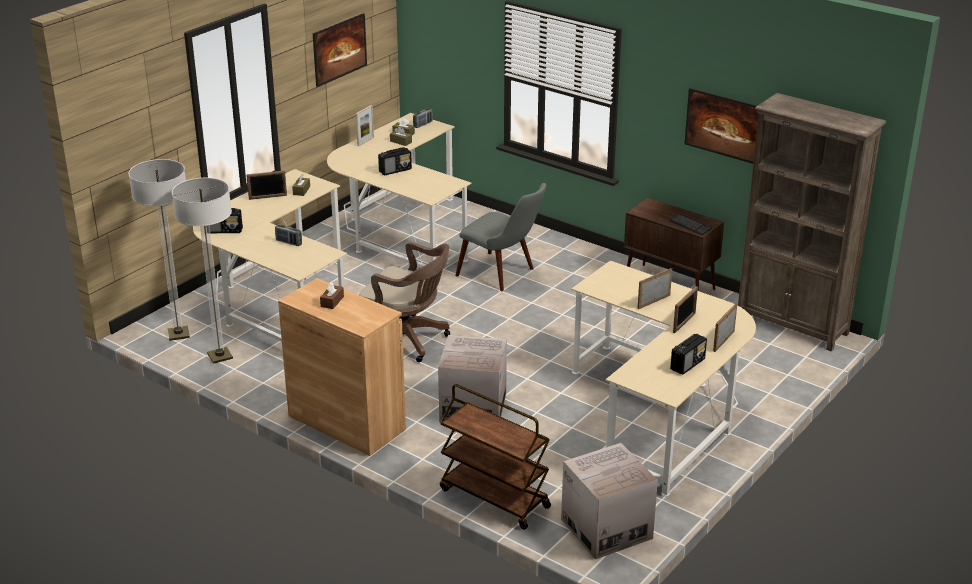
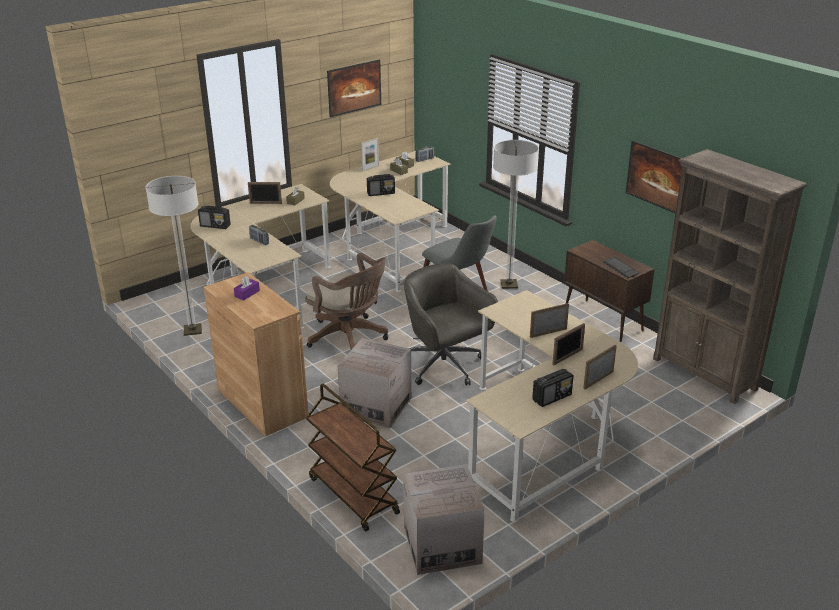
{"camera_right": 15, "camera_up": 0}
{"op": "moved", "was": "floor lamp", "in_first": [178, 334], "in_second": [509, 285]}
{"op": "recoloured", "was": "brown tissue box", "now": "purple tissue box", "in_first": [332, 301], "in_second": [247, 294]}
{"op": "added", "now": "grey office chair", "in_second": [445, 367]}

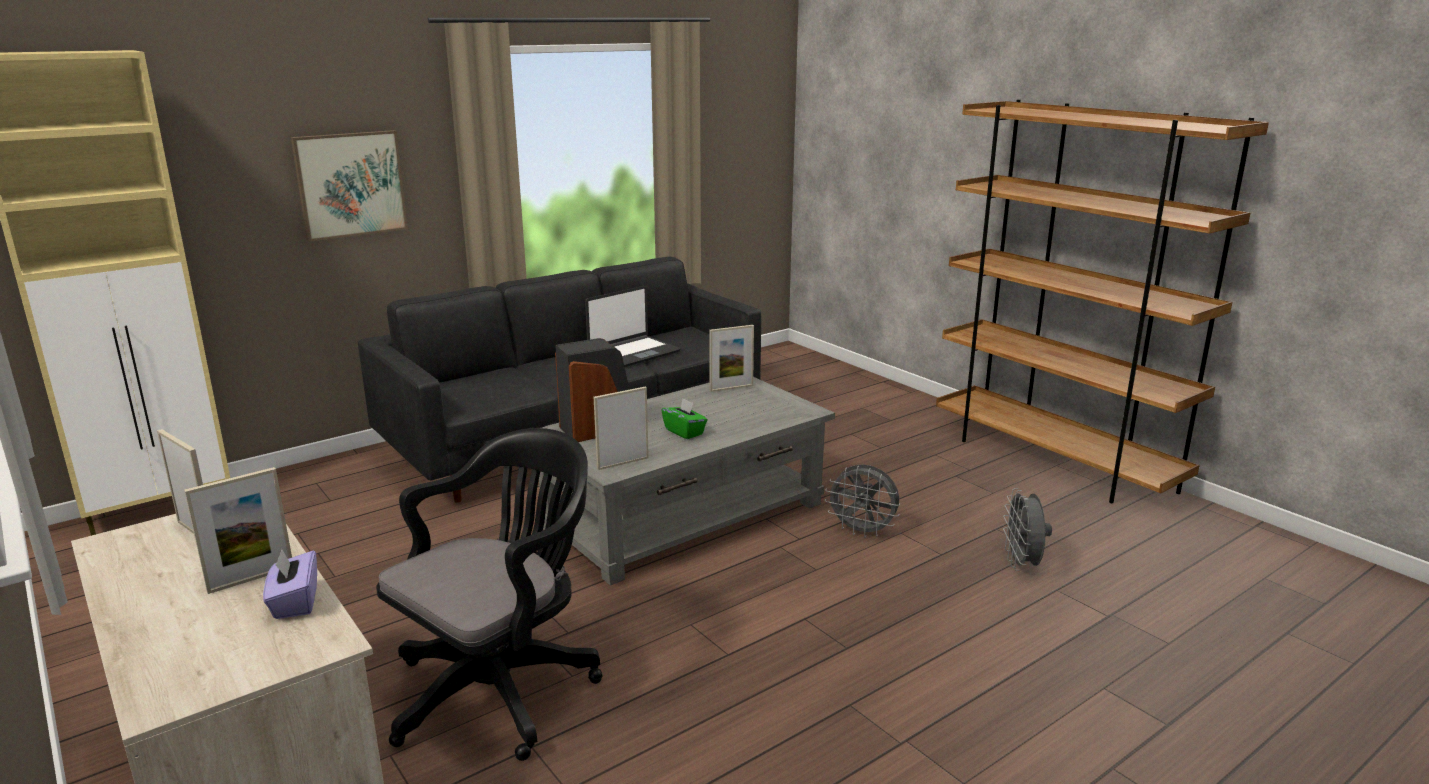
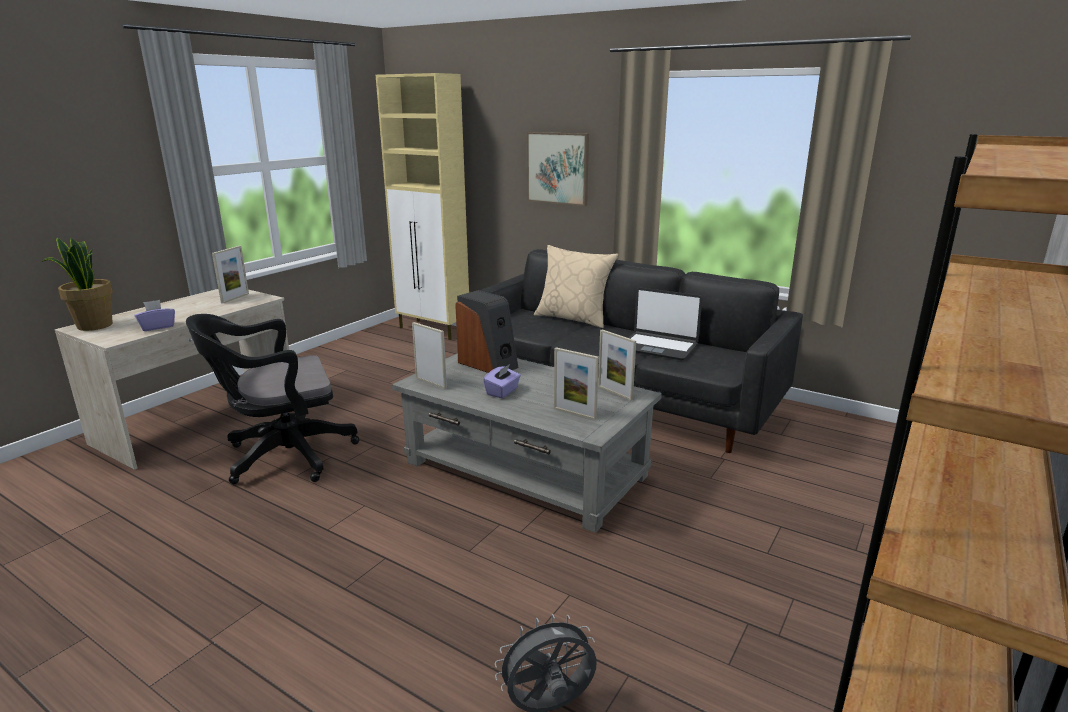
{"camera_right": 70, "camera_up": 0}
{"op": "moved", "was": "picture frame", "in_first": [251, 579], "in_second": [574, 413]}
{"op": "turned", "was": "black office chair", "in_first": [502, 687], "in_second": [283, 456], "clockwise": 135}
{"op": "recoloured", "was": "green tissue box", "now": "purple tissue box", "in_first": [684, 432], "in_second": [502, 392]}
{"op": "removed", "was": "grey fan", "in_first": [862, 531]}
{"op": "added", "now": "potted plant", "in_second": [94, 325]}
{"op": "added", "now": "beige pillow", "in_second": [573, 318]}

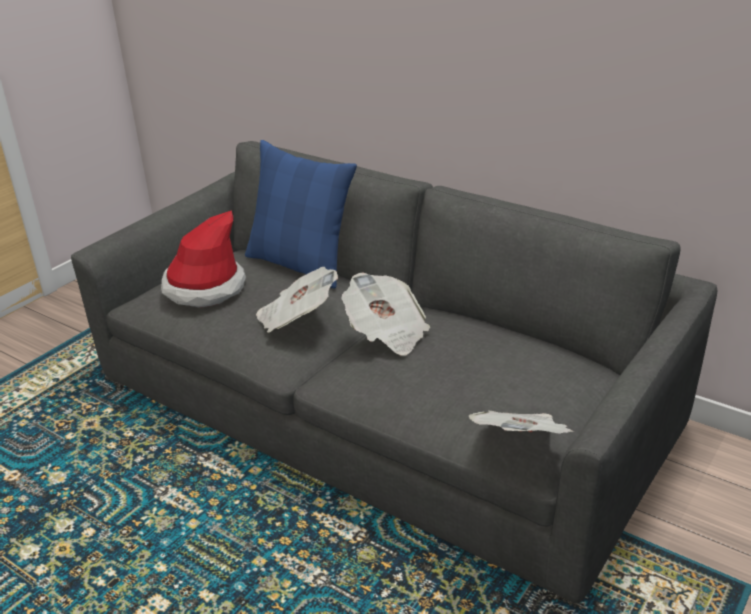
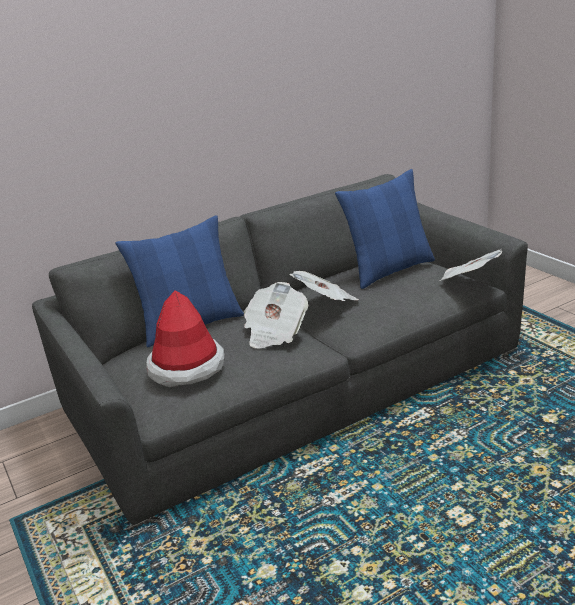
{"camera_right": -65, "camera_up": -5}
{"op": "added", "now": "blue pillow", "in_second": [389, 270]}

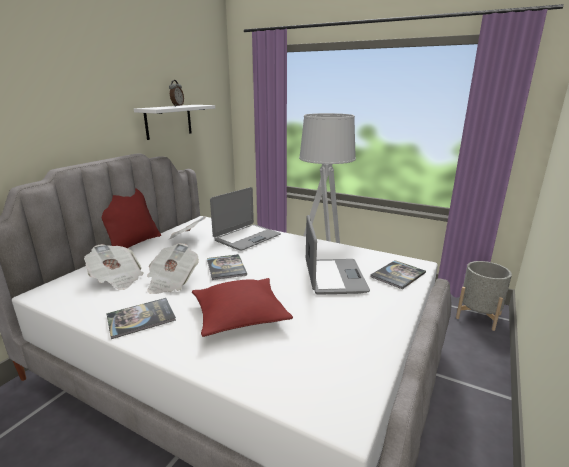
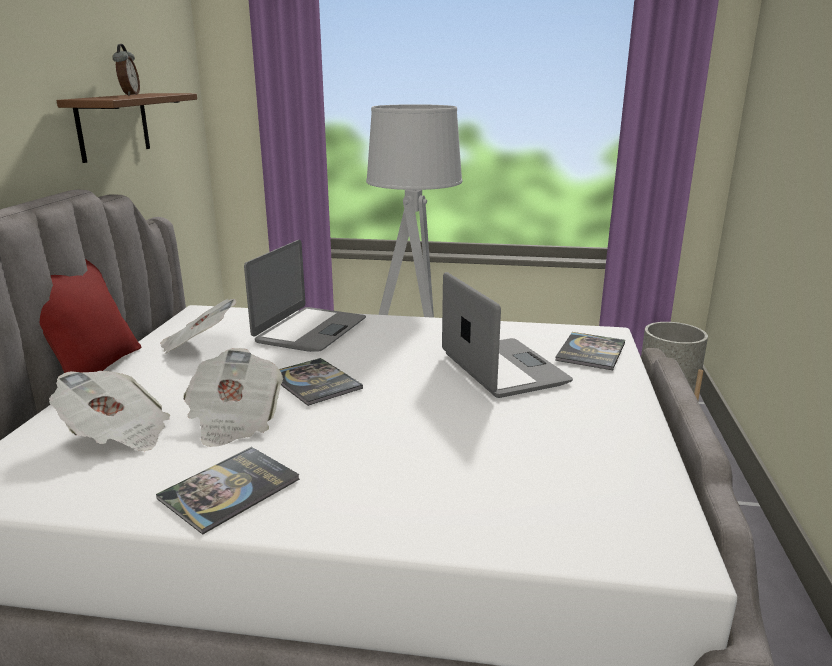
{"camera_right": -20, "camera_up": 0}
{"op": "recoloured", "was": "white shelf", "now": "brown shelf", "in_first": [168, 121], "in_second": [113, 126]}
{"op": "removed", "was": "red pillow", "in_first": [240, 315]}

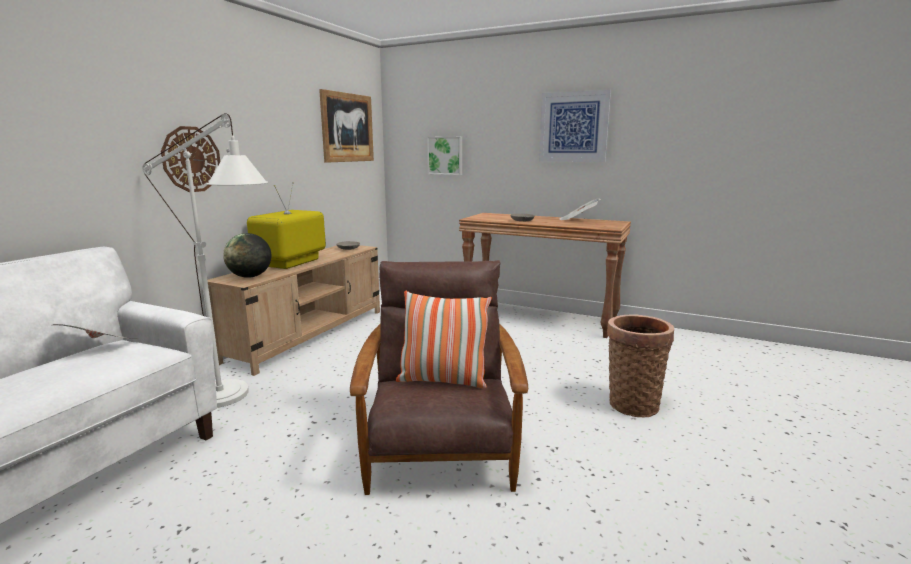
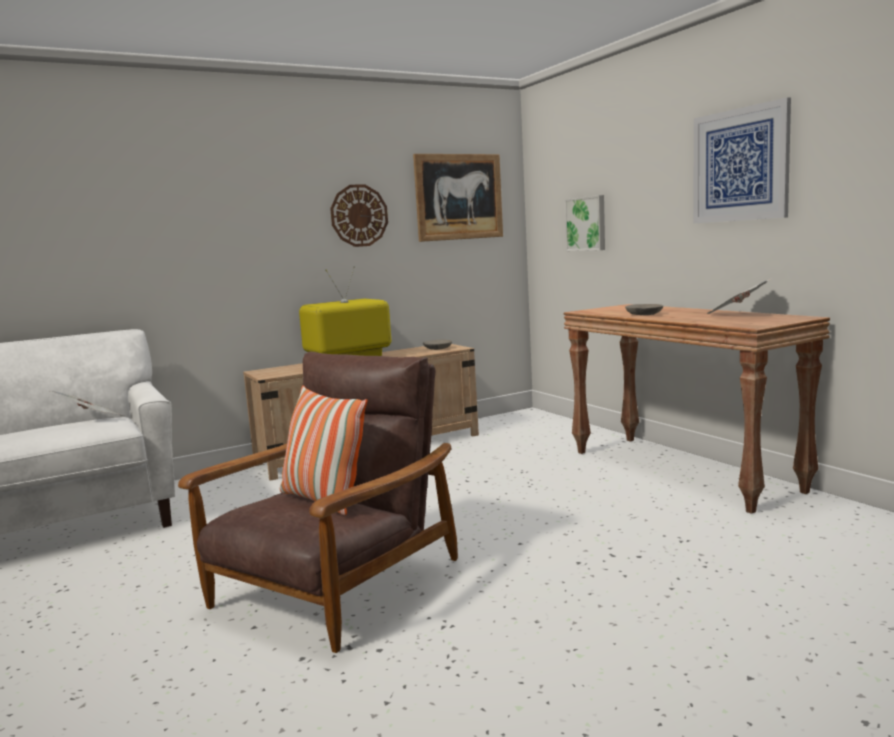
{"camera_right": 35, "camera_up": -5}
{"op": "removed", "was": "white floor lamp", "in_first": [231, 398]}
{"op": "moved", "was": "wall clock", "in_first": [191, 159], "in_second": [359, 215]}
{"op": "removed", "was": "globe", "in_first": [250, 276]}
{"op": "removed", "was": "basket", "in_first": [632, 403]}

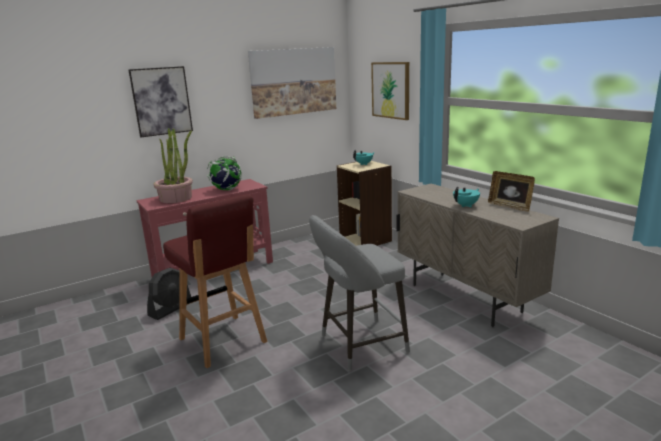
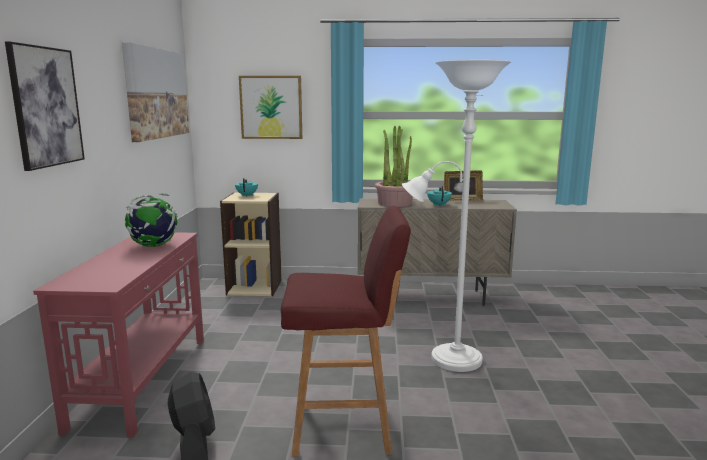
{"camera_right": -55, "camera_up": -5}
{"op": "moved", "was": "potted plant", "in_first": [176, 198], "in_second": [395, 203]}
{"op": "replaced", "was": "grey stool", "now": "white floor lamp", "in_first": [359, 345], "in_second": [449, 358]}

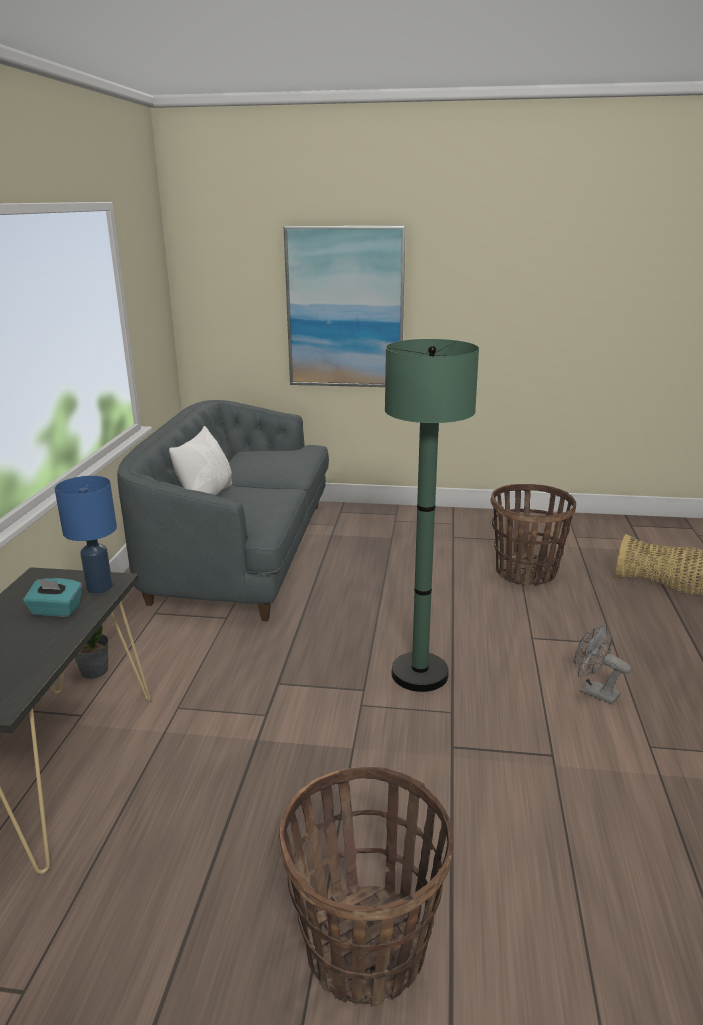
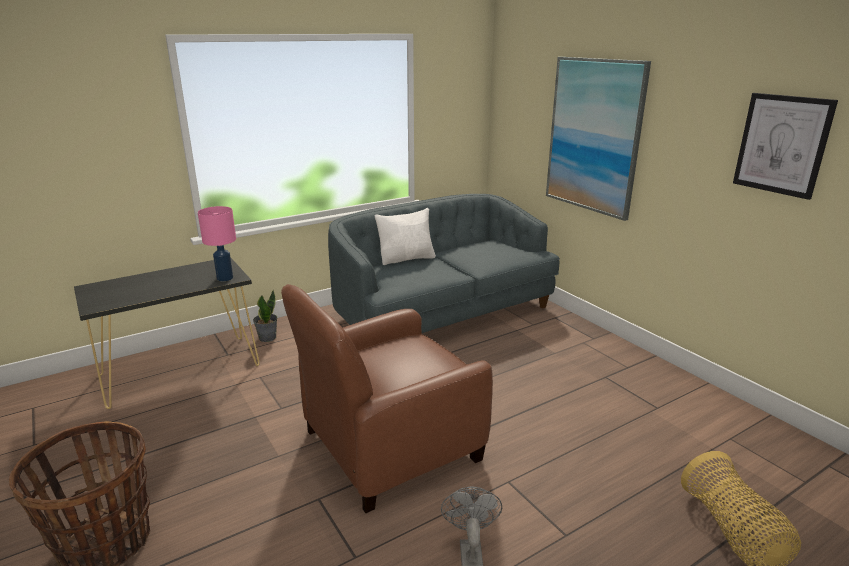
{"camera_right": 50, "camera_up": 0}
{"op": "removed", "was": "turquoise tissue box", "in_first": [56, 610]}
{"op": "recoloured", "was": "blue table lamp", "now": "pink table lamp", "in_first": [100, 588], "in_second": [224, 278]}
{"op": "replaced", "was": "green floor lamp", "now": "brown armchair", "in_first": [419, 674], "in_second": [389, 446]}
{"op": "removed", "was": "basket", "in_first": [526, 572]}
{"op": "added", "now": "picture", "in_second": [782, 144]}

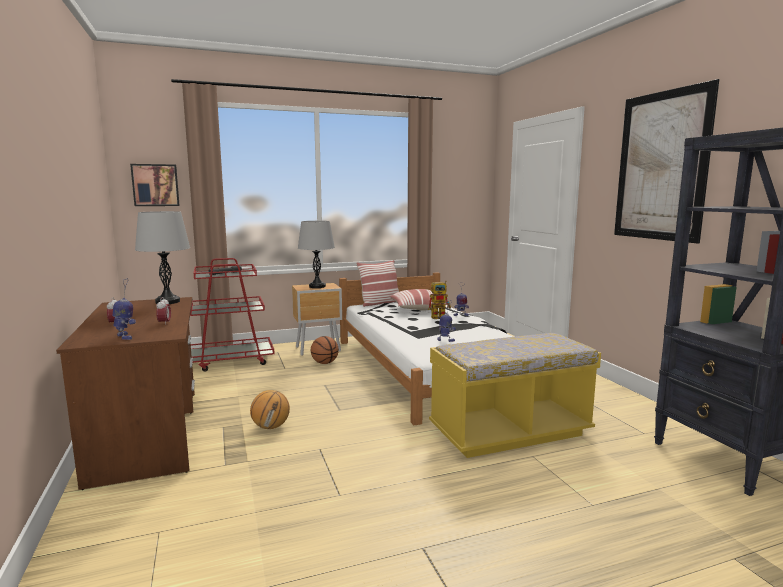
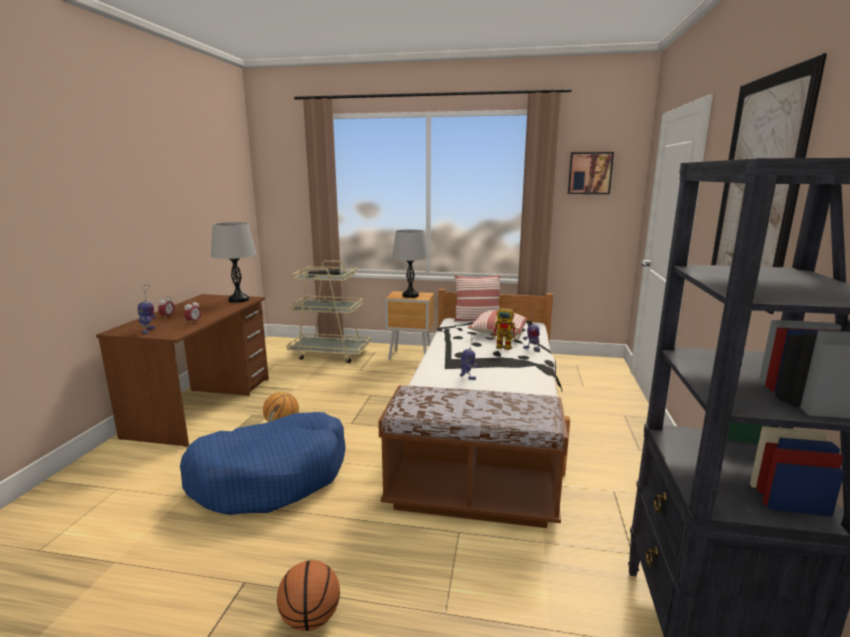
{"camera_right": 30, "camera_up": 5}
{"op": "moved", "was": "picture", "in_first": [155, 185], "in_second": [589, 173]}
{"op": "recoloured", "was": "red cart", "now": "beige cart", "in_first": [231, 361], "in_second": [330, 353]}
{"op": "moved", "was": "basketball", "in_first": [324, 363], "in_second": [310, 618]}
{"op": "recoloured", "was": "yellow bench", "now": "brown bench", "in_first": [510, 432], "in_second": [471, 496]}
{"op": "added", "now": "blue dog bed", "in_second": [272, 476]}

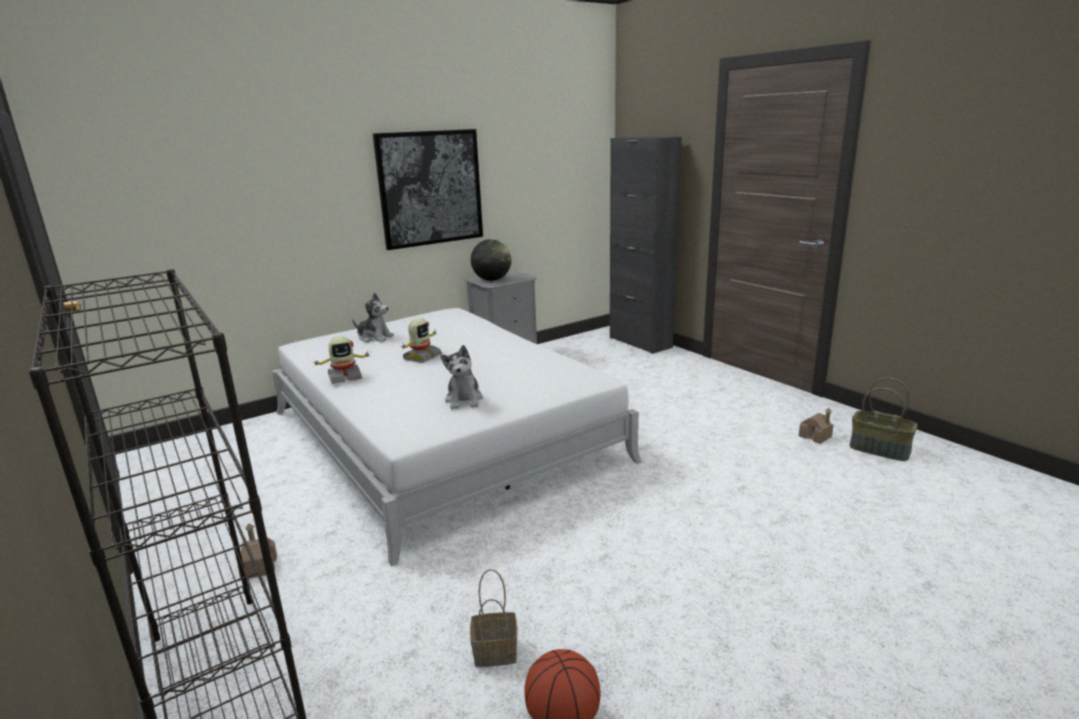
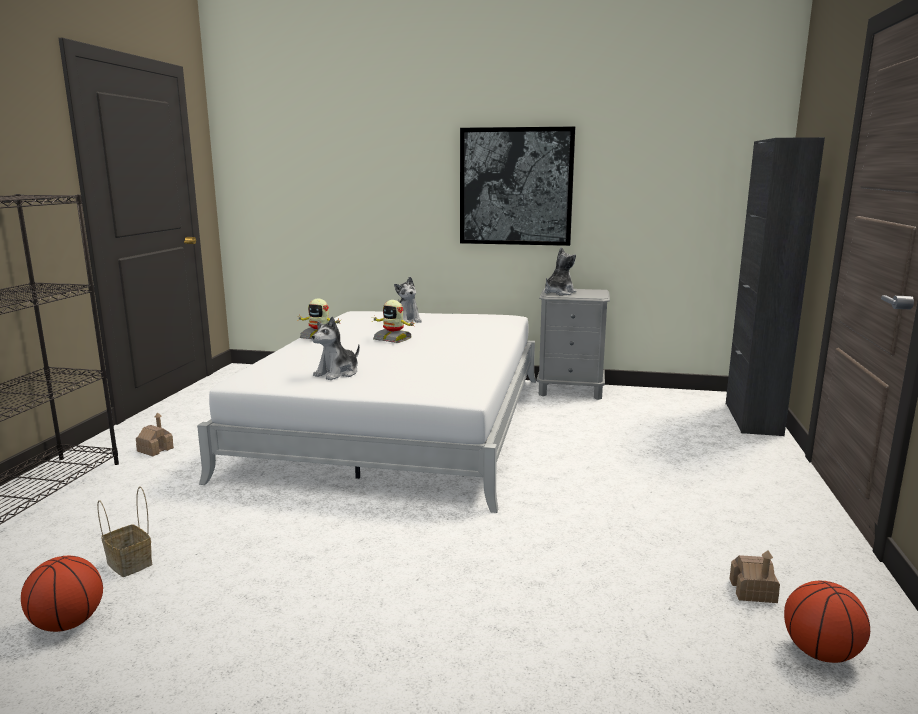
{"camera_right": 45, "camera_up": -5}
{"op": "turned", "was": "toy robot", "in_first": [422, 357], "in_second": [393, 339], "clockwise": 45}
{"op": "replaced", "was": "globe", "now": "plush toy", "in_first": [492, 280], "in_second": [559, 293]}
{"op": "replaced", "was": "basket", "now": "basketball", "in_first": [880, 449], "in_second": [820, 653]}

